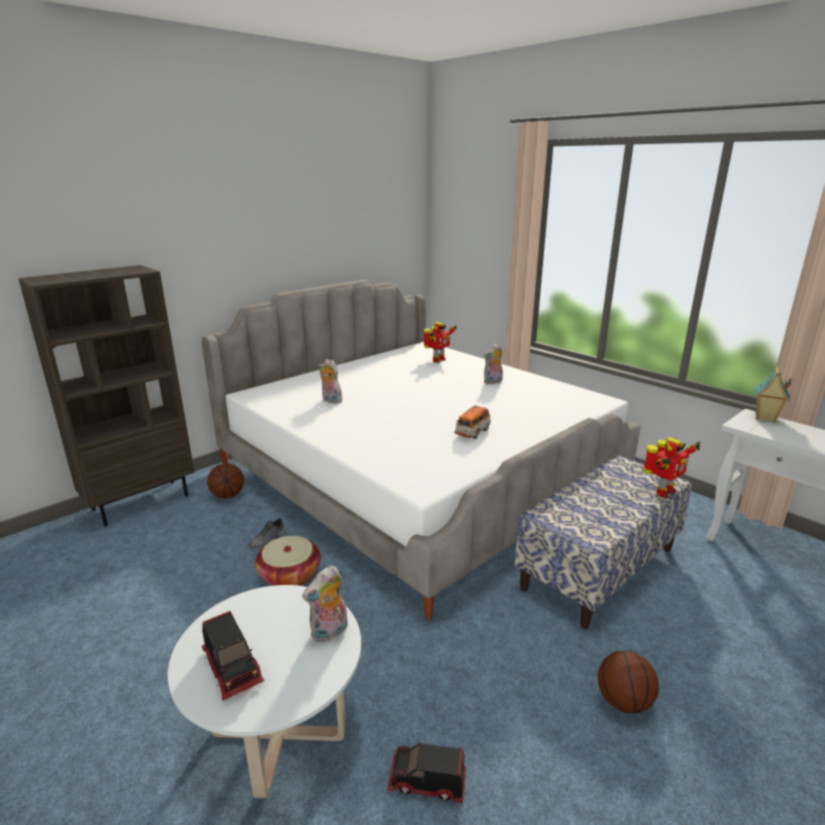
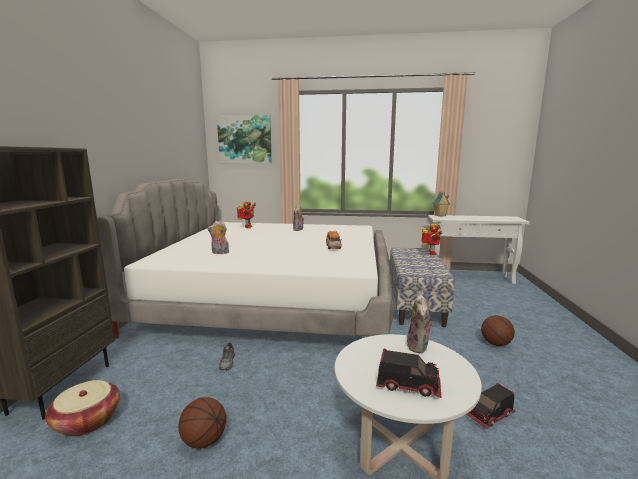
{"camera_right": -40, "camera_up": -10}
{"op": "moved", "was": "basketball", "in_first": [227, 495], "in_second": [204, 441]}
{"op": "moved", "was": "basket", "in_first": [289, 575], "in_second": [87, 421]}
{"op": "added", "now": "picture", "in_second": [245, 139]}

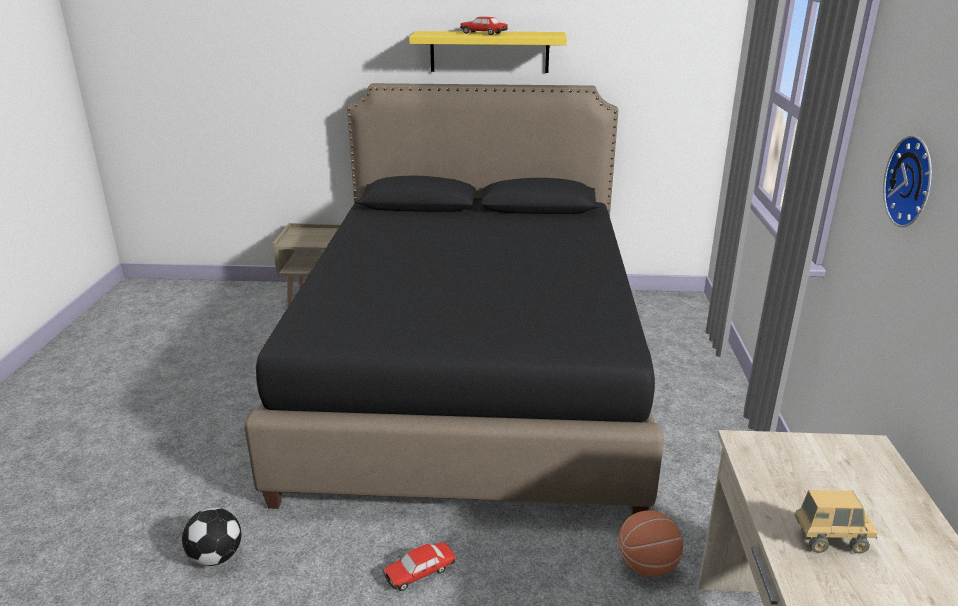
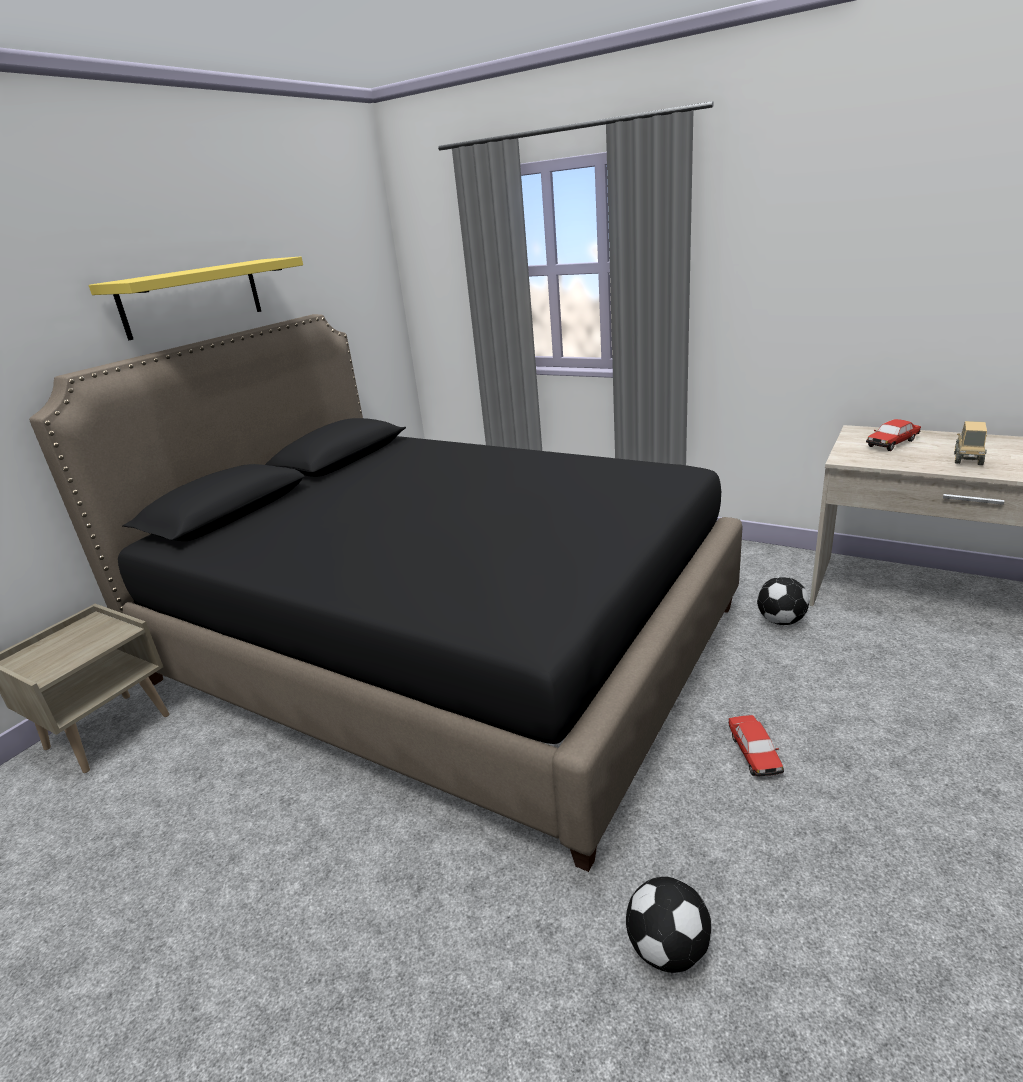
{"camera_right": -60, "camera_up": 0}
{"op": "moved", "was": "toy car", "in_first": [483, 33], "in_second": [892, 443]}
{"op": "replaced", "was": "basketball", "now": "football", "in_first": [647, 566], "in_second": [781, 620]}
{"op": "removed", "was": "wall clock", "in_first": [914, 181]}

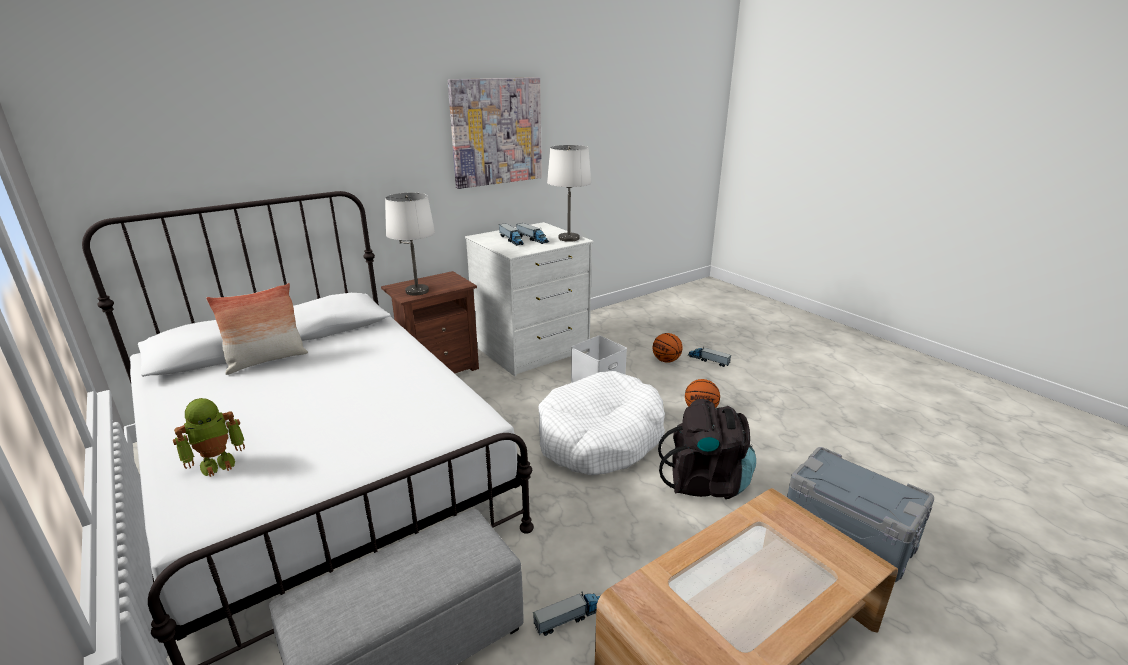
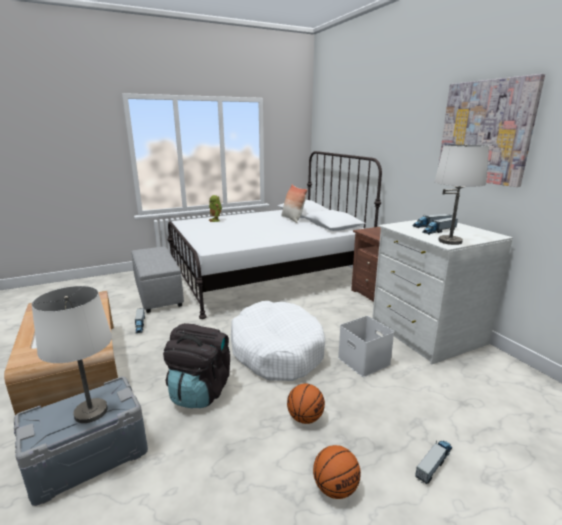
{"camera_right": 100, "camera_up": -5}
{"op": "moved", "was": "white table lamp", "in_first": [417, 291], "in_second": [91, 412]}
{"op": "moved", "was": "basketball", "in_first": [666, 360], "in_second": [335, 488]}

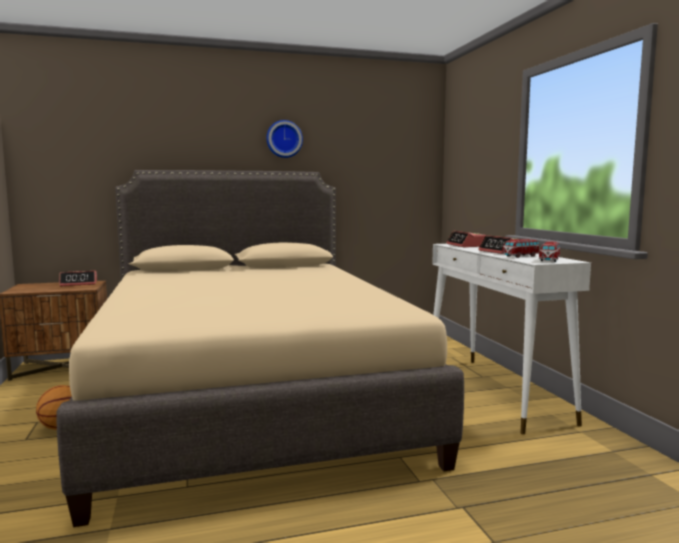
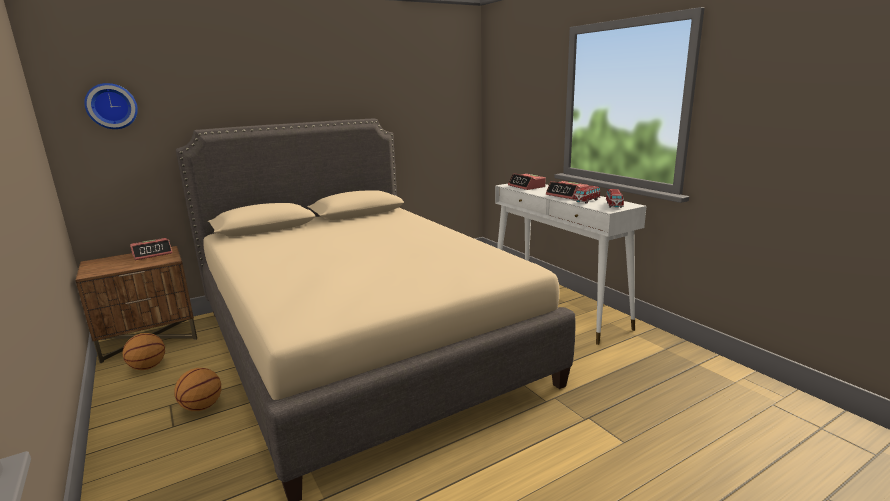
{"camera_right": -15, "camera_up": 10}
{"op": "moved", "was": "wall clock", "in_first": [284, 139], "in_second": [111, 106]}
{"op": "added", "now": "basketball", "in_second": [148, 367]}

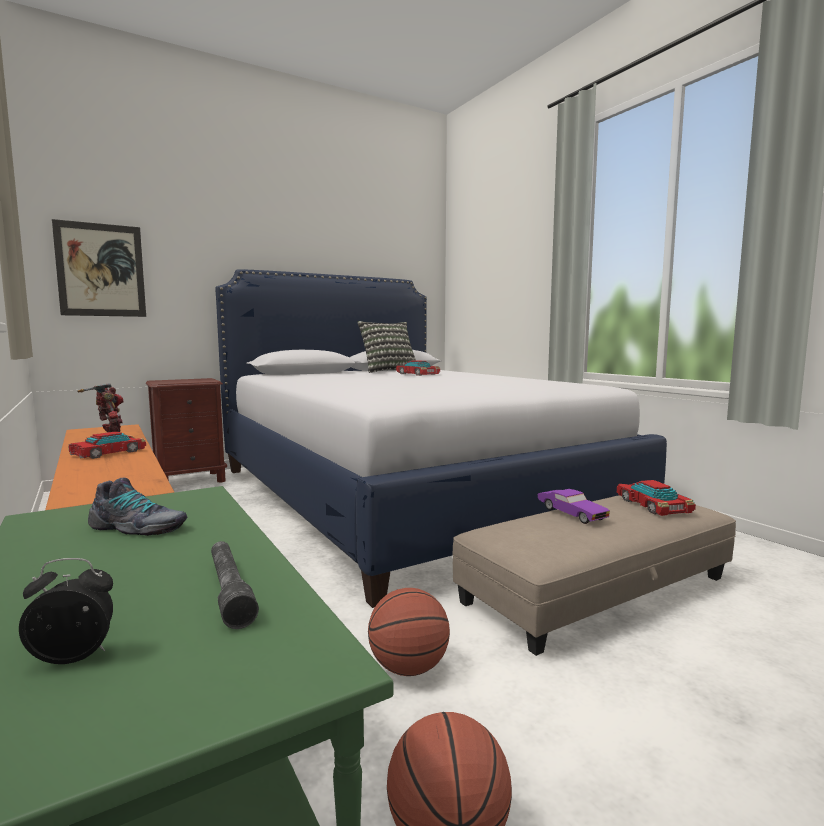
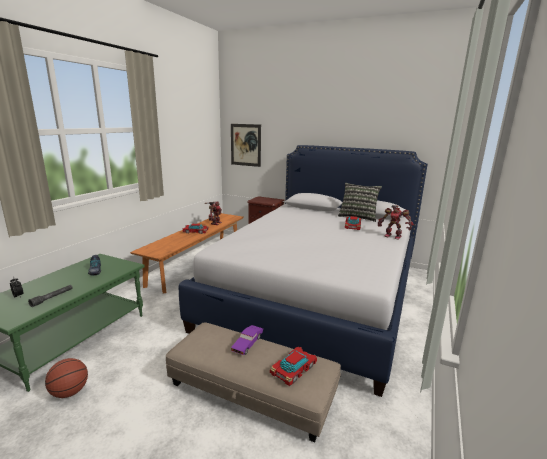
{"camera_right": 55, "camera_up": 10}
{"op": "removed", "was": "basketball", "in_first": [408, 668]}
{"op": "added", "now": "toy robot", "in_second": [393, 236]}

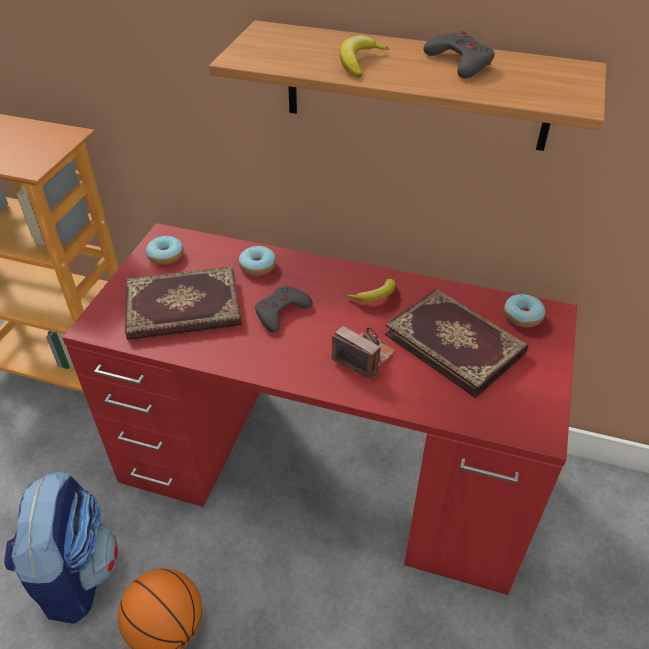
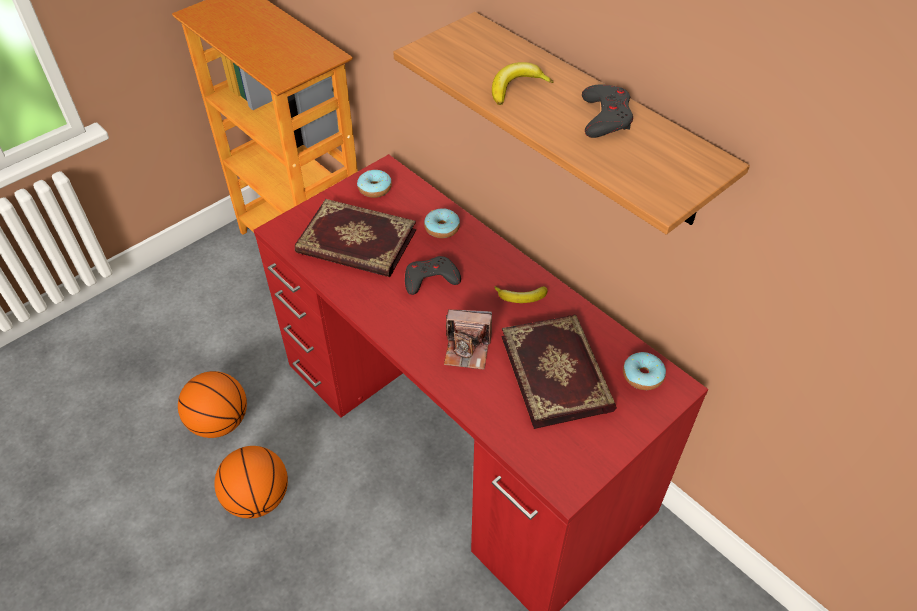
{"camera_right": 30, "camera_up": 5}
{"op": "replaced", "was": "backpack", "now": "basketball", "in_first": [76, 573], "in_second": [220, 422]}
{"op": "turned", "was": "photo camera", "in_first": [363, 357], "in_second": [467, 349], "clockwise": 120}

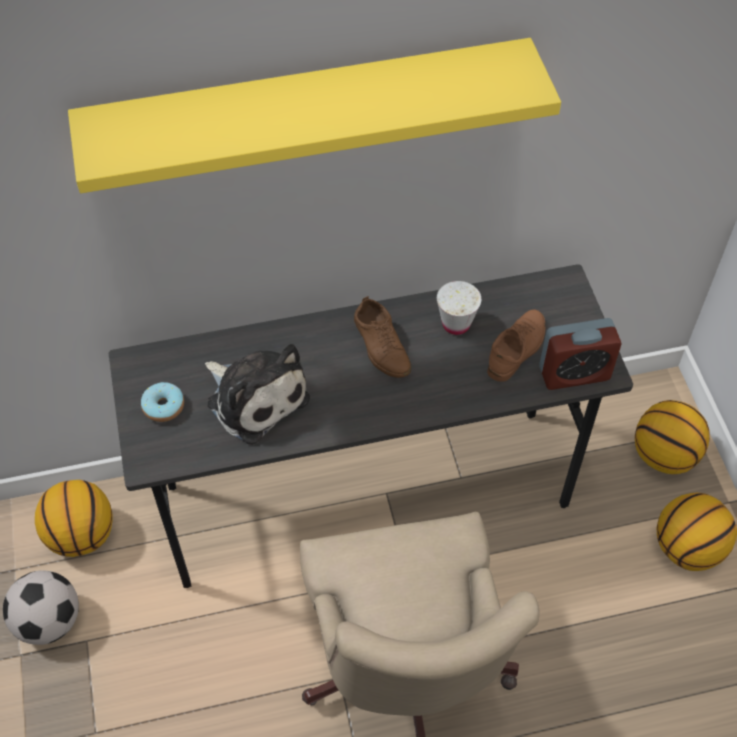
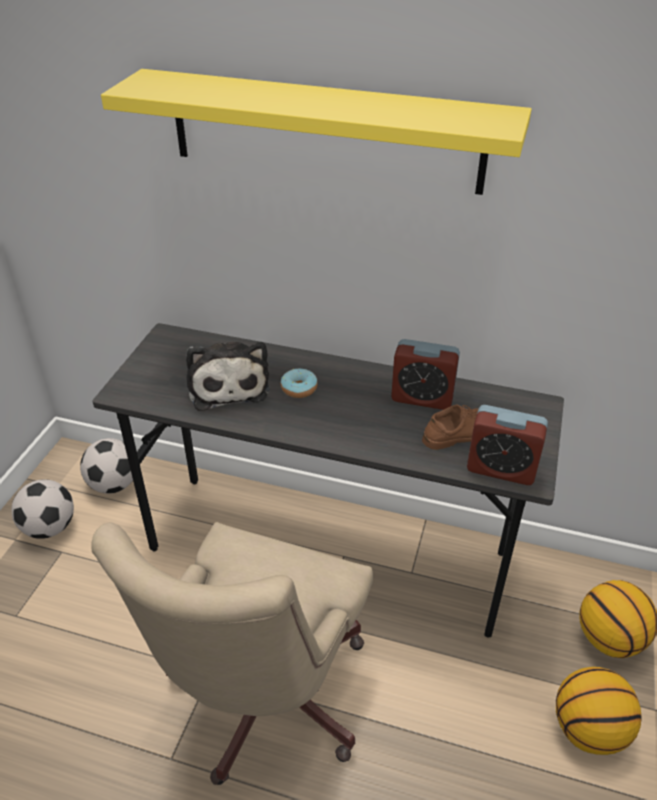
{"camera_right": 30, "camera_up": -15}
{"op": "replaced", "was": "basketball", "now": "football", "in_first": [82, 534], "in_second": [114, 484]}
{"op": "moved", "was": "donut", "in_first": [163, 406], "in_second": [299, 389]}
{"op": "removed", "was": "brown shoe", "in_first": [381, 345]}
{"op": "replaced", "was": "white cup", "now": "alarm clock", "in_first": [456, 324], "in_second": [422, 398]}

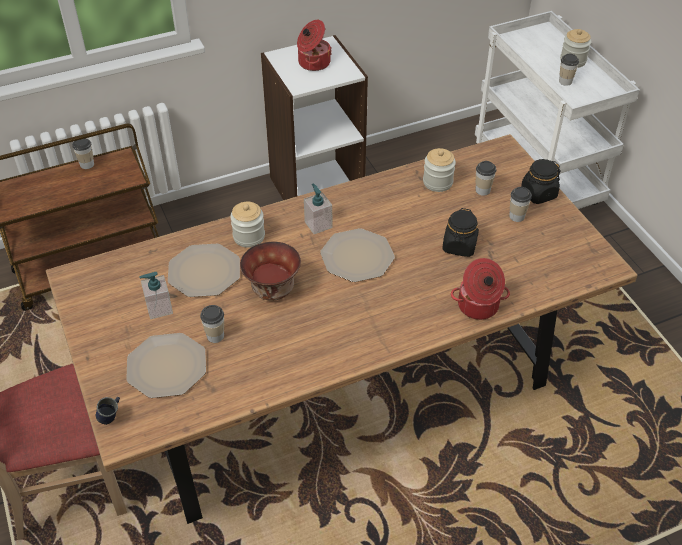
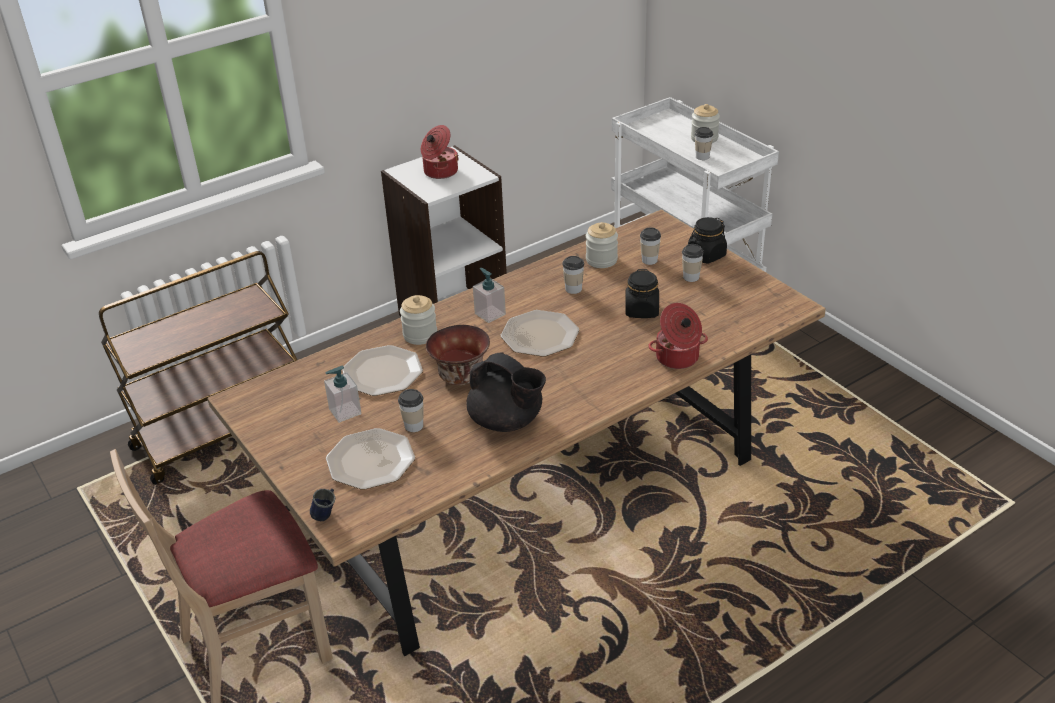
{"camera_right": -10, "camera_up": -10}
{"op": "moved", "was": "cup", "in_first": [87, 164], "in_second": [573, 289]}
{"op": "added", "now": "black teapot", "in_second": [507, 421]}

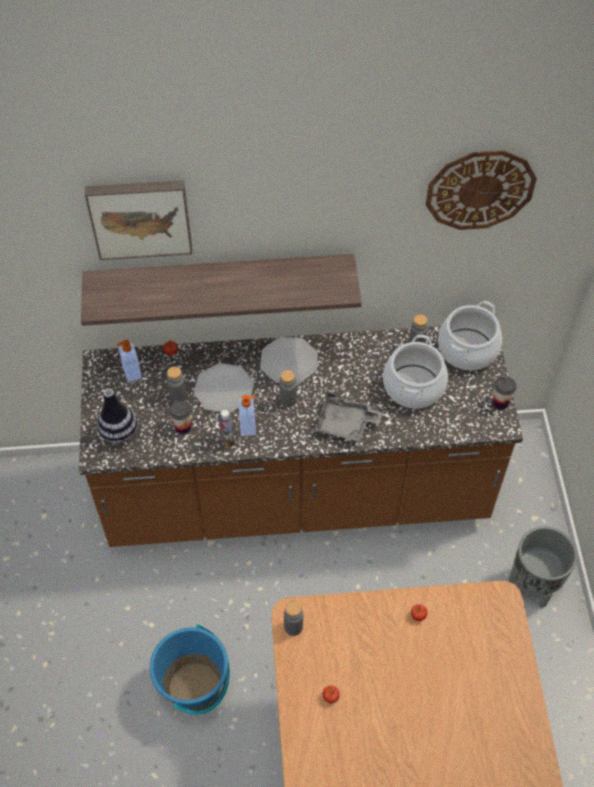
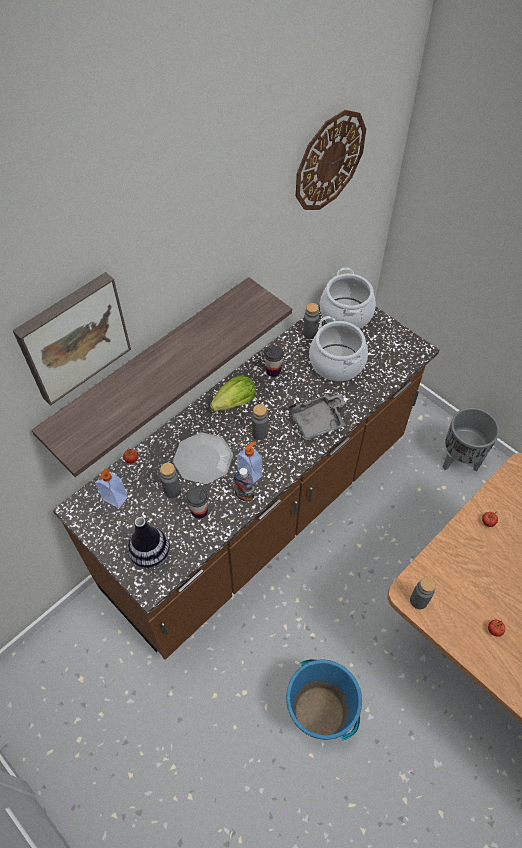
{"camera_right": -40, "camera_up": 0}
{"op": "replaced", "was": "plate", "now": "lettuce", "in_first": [289, 362], "in_second": [232, 404]}
{"op": "moved", "was": "cup", "in_first": [500, 402], "in_second": [273, 371]}

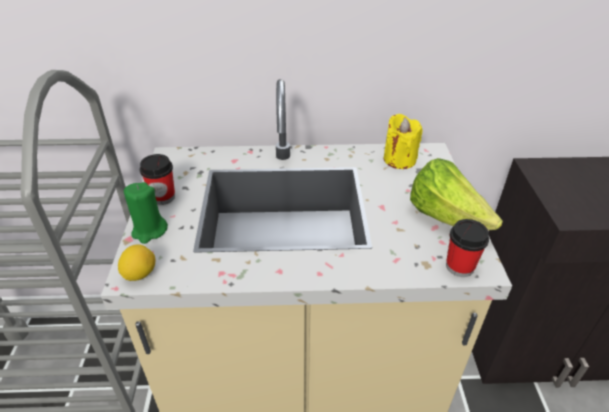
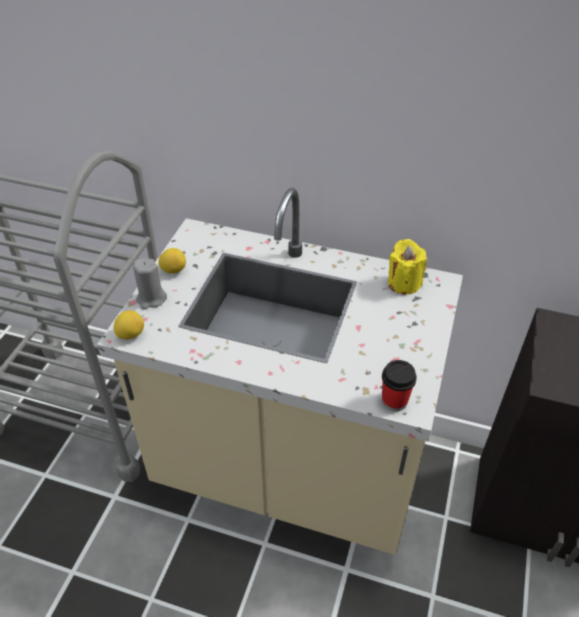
{"camera_right": 20, "camera_up": 5}
{"op": "recoloured", "was": "green candle", "now": "grey candle", "in_first": [149, 231], "in_second": [151, 299]}
{"op": "replaced", "was": "cup", "now": "lemon", "in_first": [163, 197], "in_second": [173, 270]}
{"op": "removed", "was": "lettuce", "in_first": [446, 217]}

